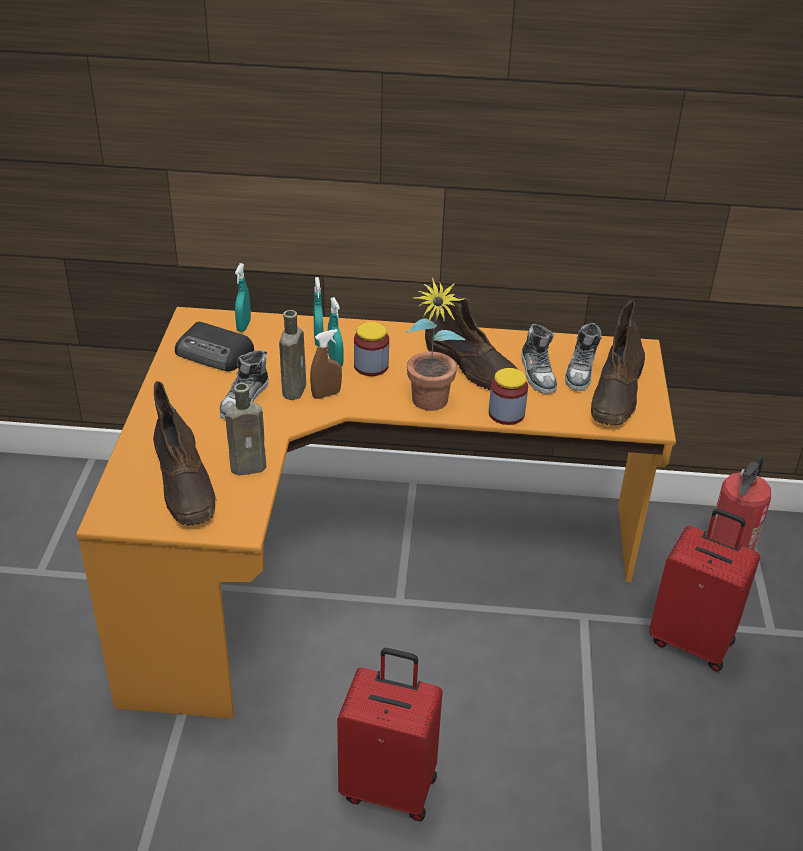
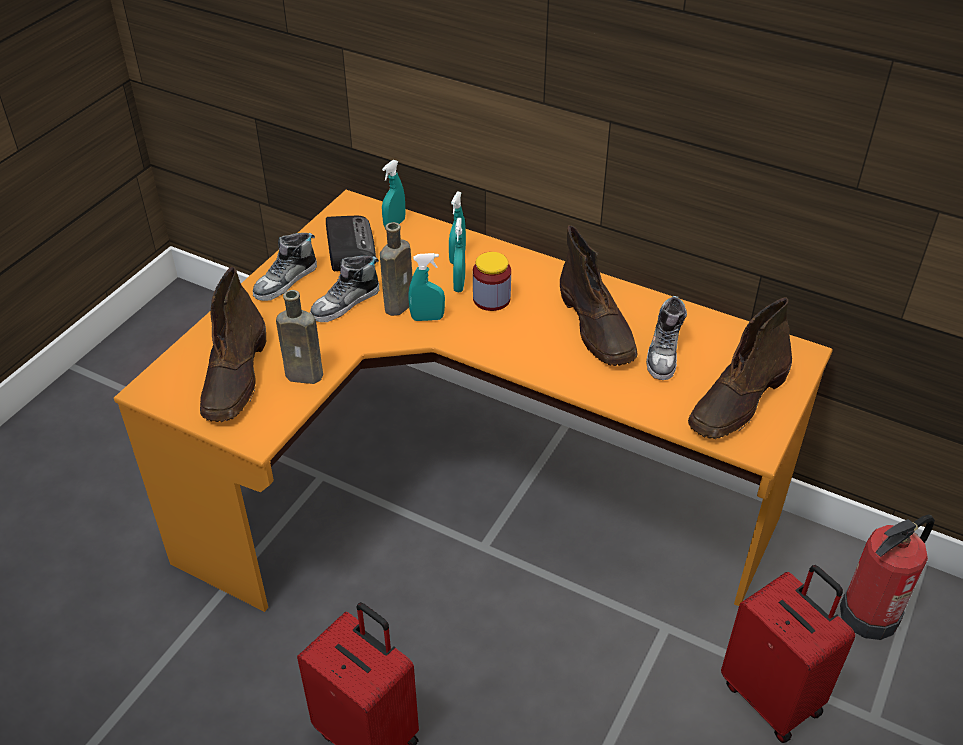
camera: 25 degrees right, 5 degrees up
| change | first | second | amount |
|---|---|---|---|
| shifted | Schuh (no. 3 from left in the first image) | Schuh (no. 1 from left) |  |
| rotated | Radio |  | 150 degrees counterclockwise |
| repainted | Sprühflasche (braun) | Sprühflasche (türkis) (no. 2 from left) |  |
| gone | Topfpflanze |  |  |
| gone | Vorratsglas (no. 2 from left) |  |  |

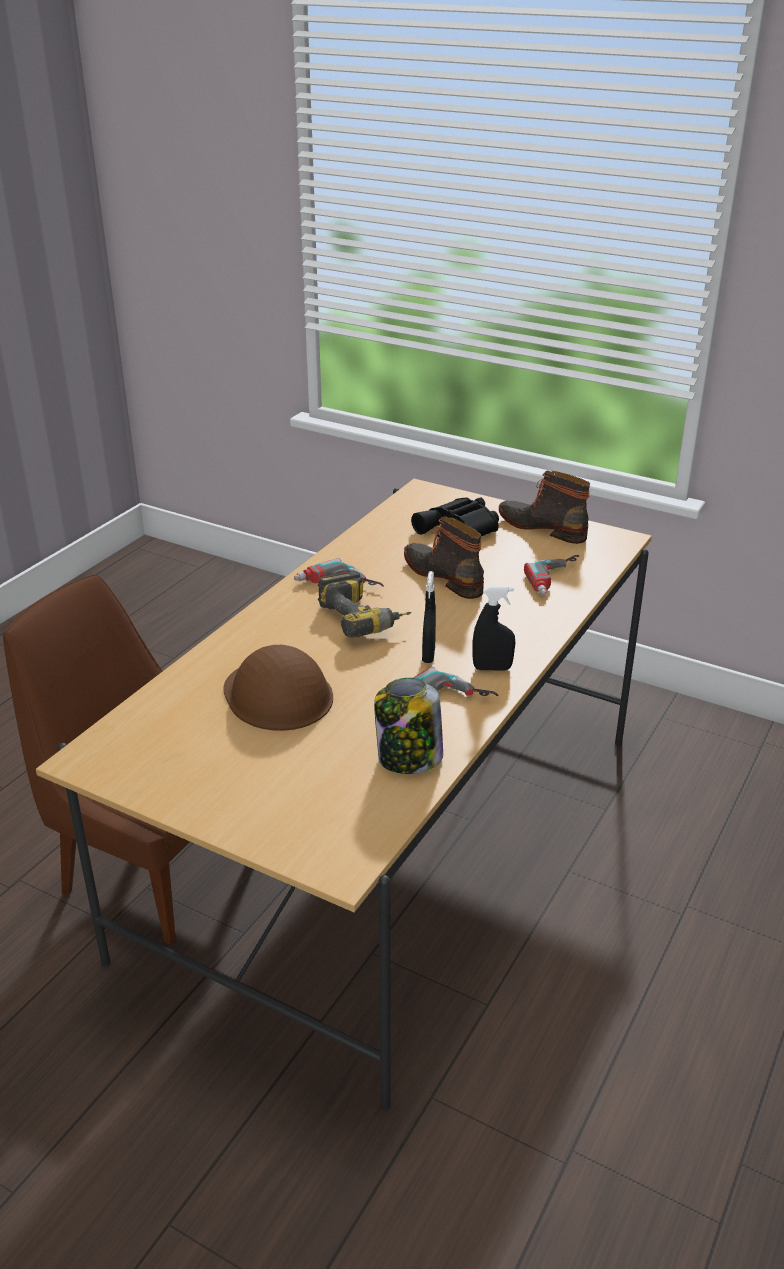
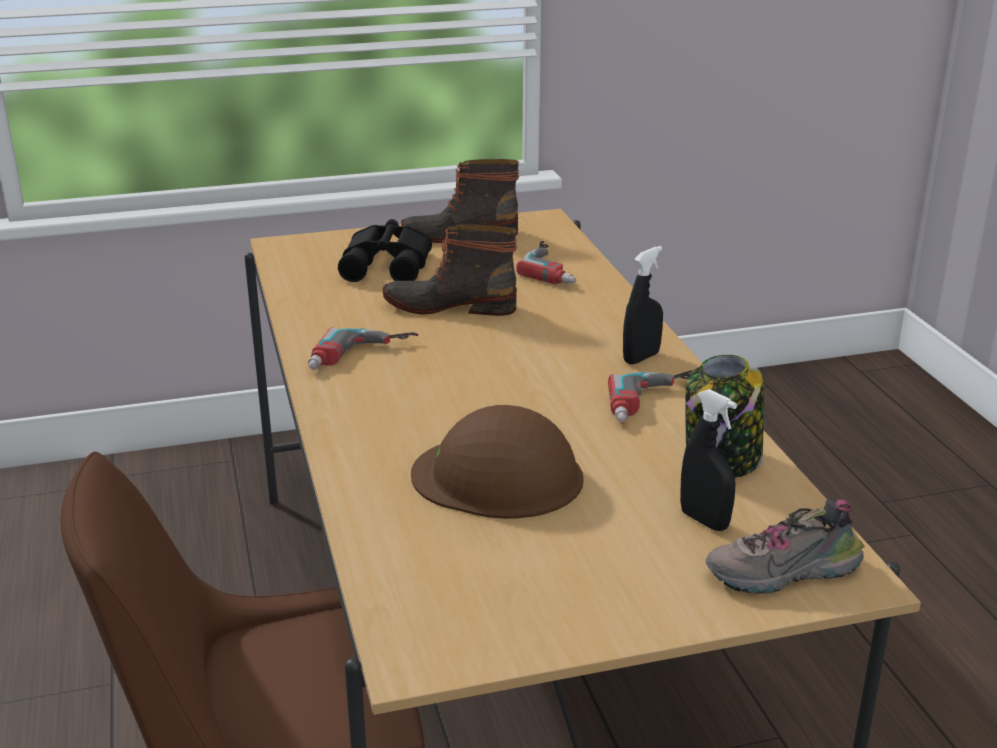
camera: 45 degrees left, 5 degrees down
| change | first | second | amount |
|---|---|---|---|
| shifted | Sprühflasche (schwarz) (no. 1 from left in the first image) | Sprühflasche (schwarz) (no. 2 from left) |  |
| new |  | Schuh |  |
| gone | Bohrmaschine (no. 2 from left) |  |  |

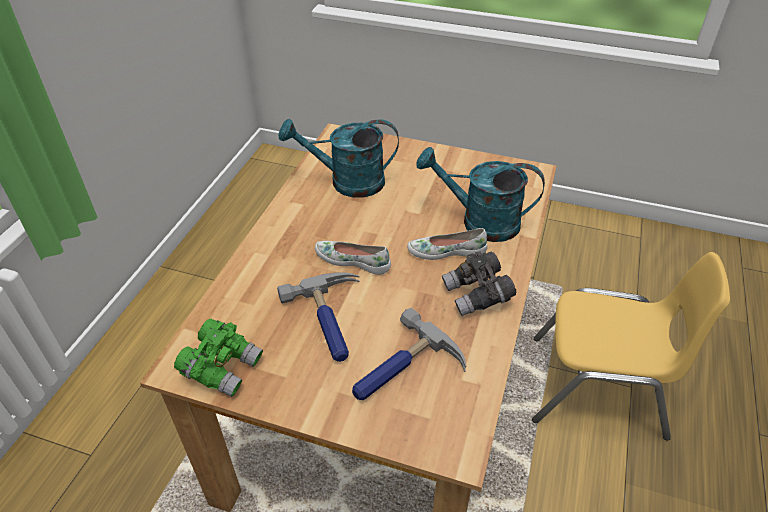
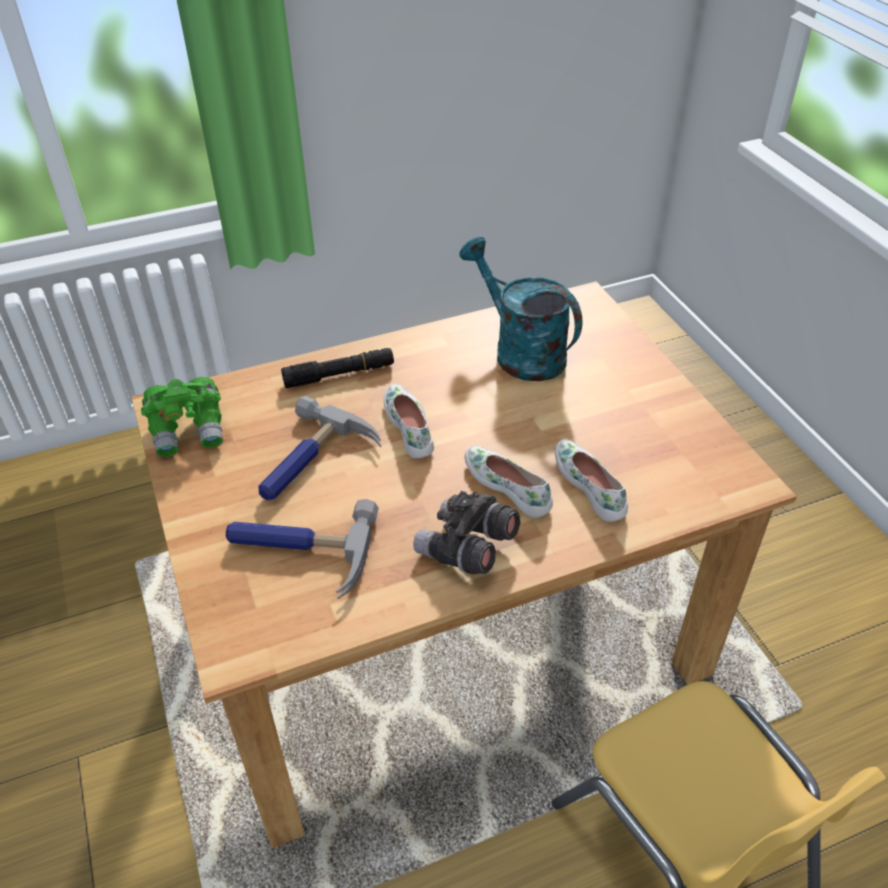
camera: 50 degrees right, 0 degrees up
| change | first | second | amount |
|---|---|---|---|
| new |  | Taschenlampe (schwarz) |  |
| swapped | Gießkanne (türkis) (no. 2 from left) | Schuh (weiß) (no. 3 from left) |  |

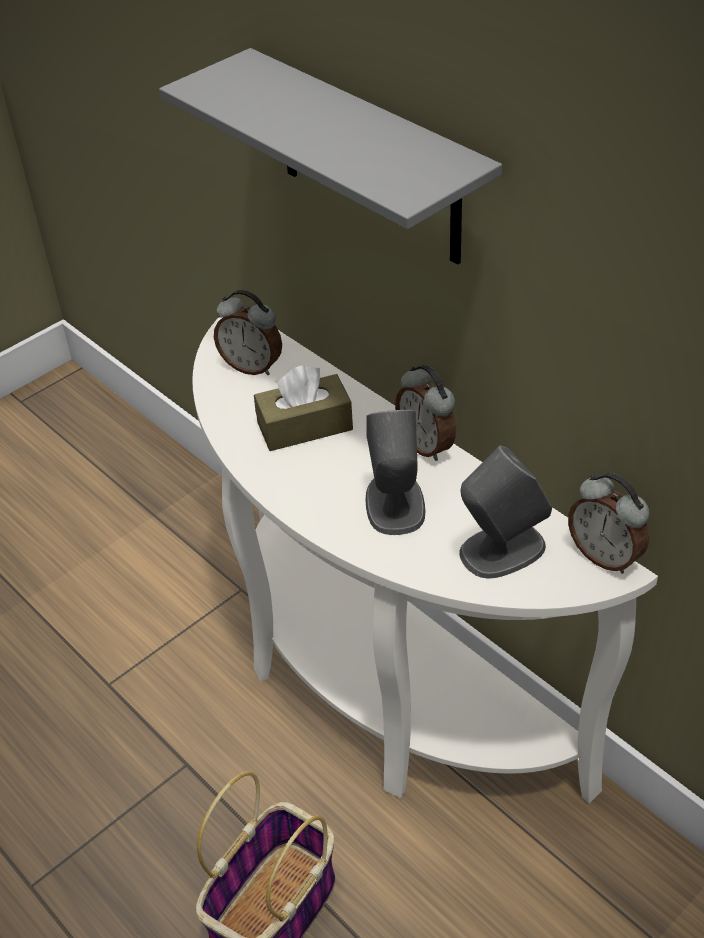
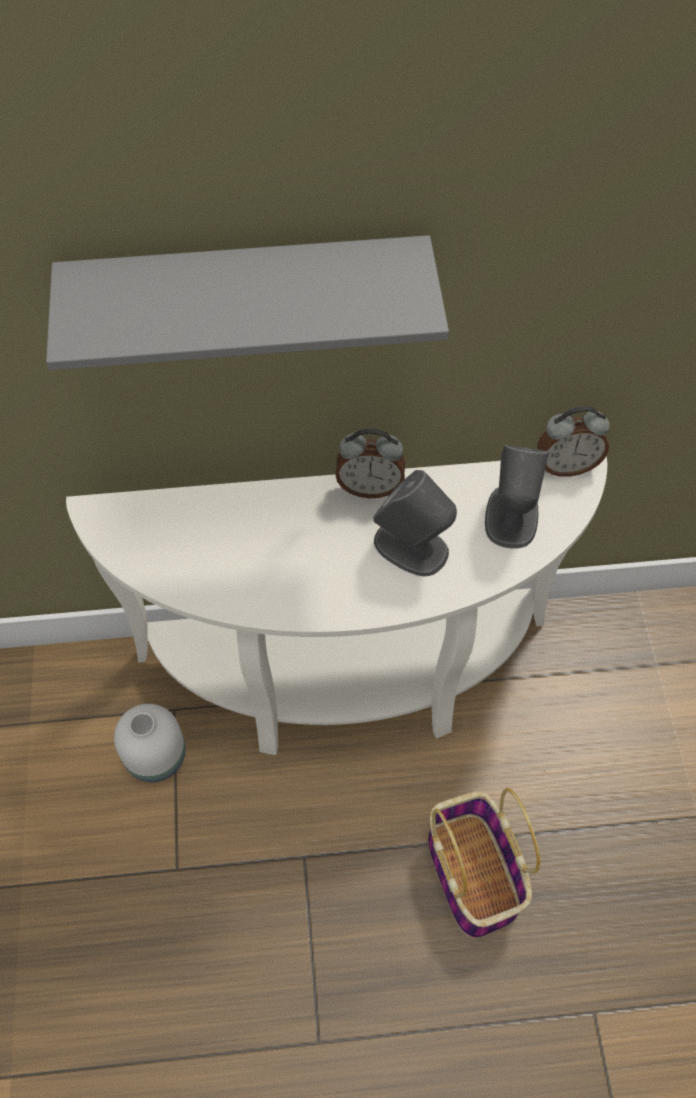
camera: 55 degrees left, 15 degrees up
| change | first | second | amount |
|---|---|---|---|
| new |  | Vase (weiß) |  |
| gone | Wecker (no. 1 from left) |  |  |
| gone | Taschentuchbox (braun) |  |  |

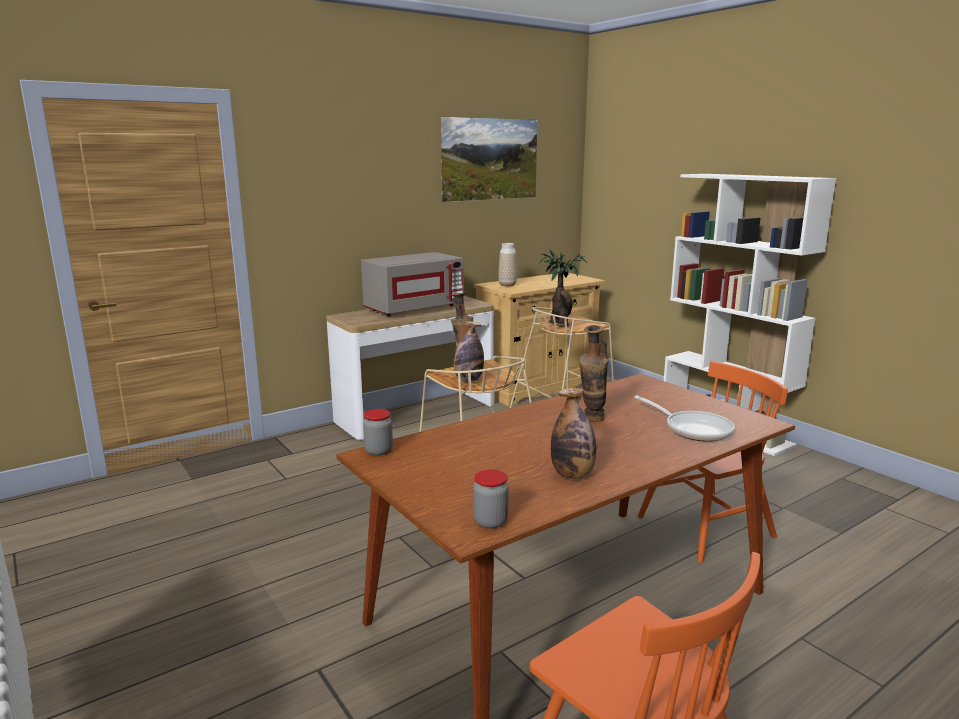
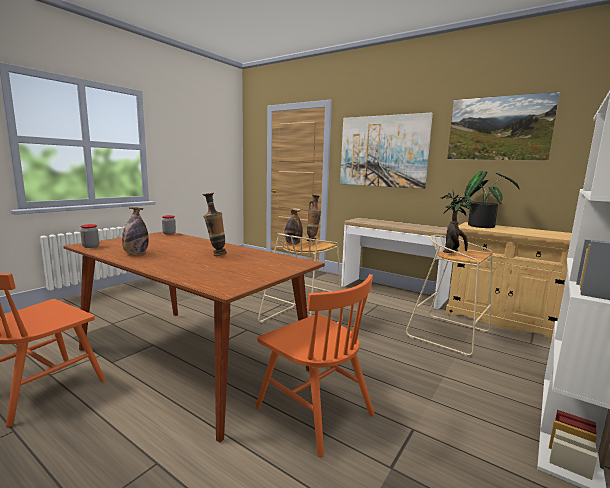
camera: 70 degrees right, 5 degrees down
| change | first | second | amount |
|---|---|---|---|
| new |  | Bild (no. 1 from left) |  |
| swapped | Vase (no. 2 from left) | Topfpflanze (no. 2 from left) |  |
| gone | Mikrowelle (grau) |  |  |
| gone | Pfanne |  |  |

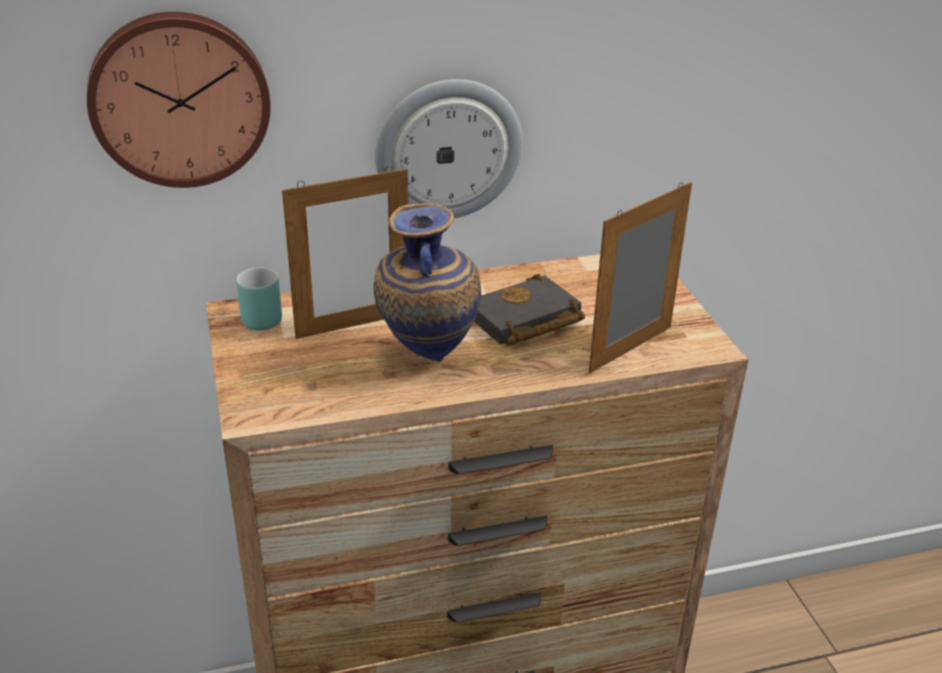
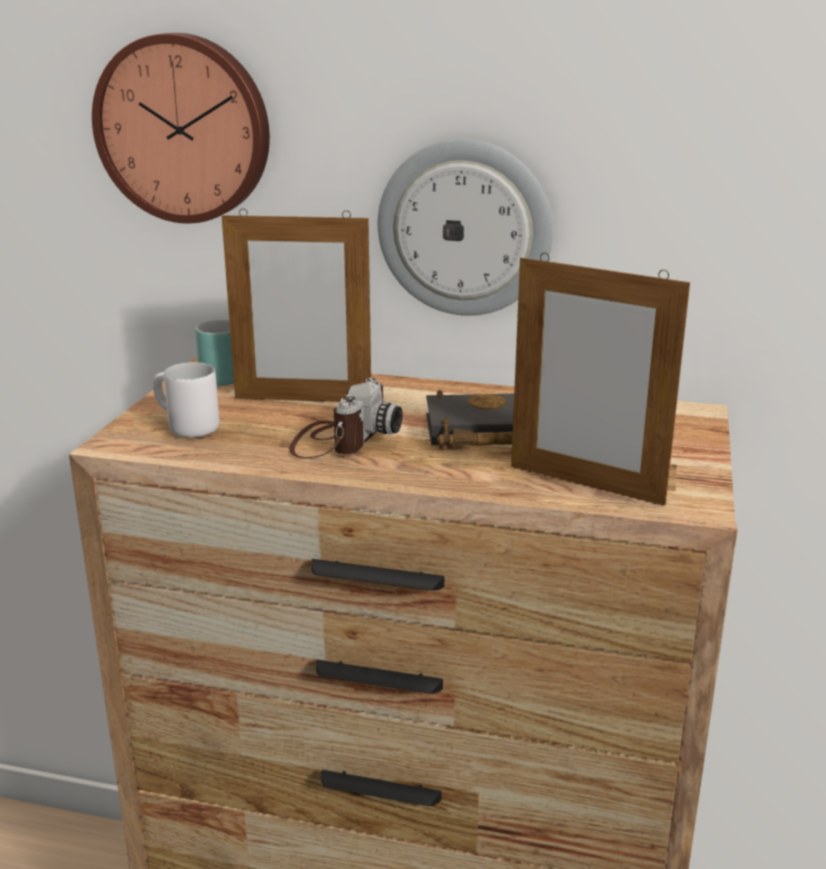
camera: 30 degrees right, 10 degrees down
| change | first | second | amount |
|---|---|---|---|
| new |  | Henkelbecher (weiß) |  |
| swapped | Vase | Kamera |  |
| rotated | Bilderrahmen (no. 2 from left) |  | 135 degrees counterclockwise |

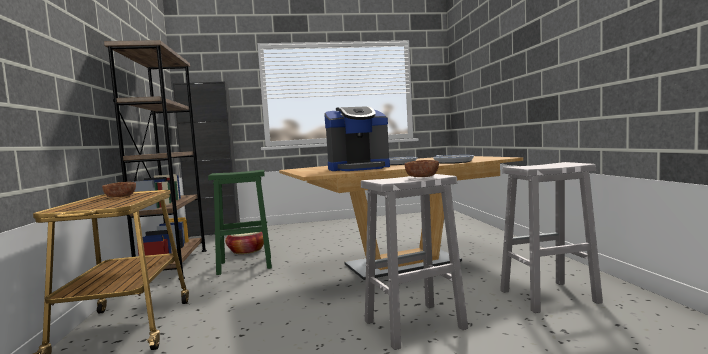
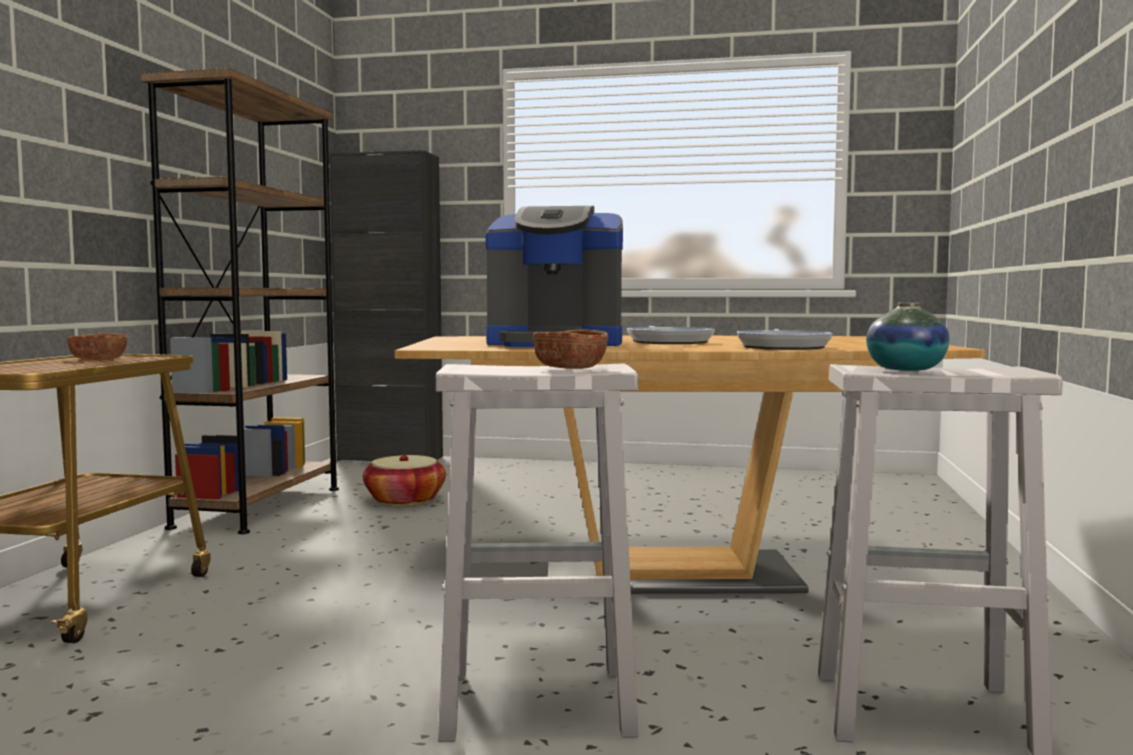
camera: 20 degrees right, 0 degrees up
| change | first | second | amount |
|---|---|---|---|
| new |  | Vase |  |
| gone | Hocker (grün) |  |  |

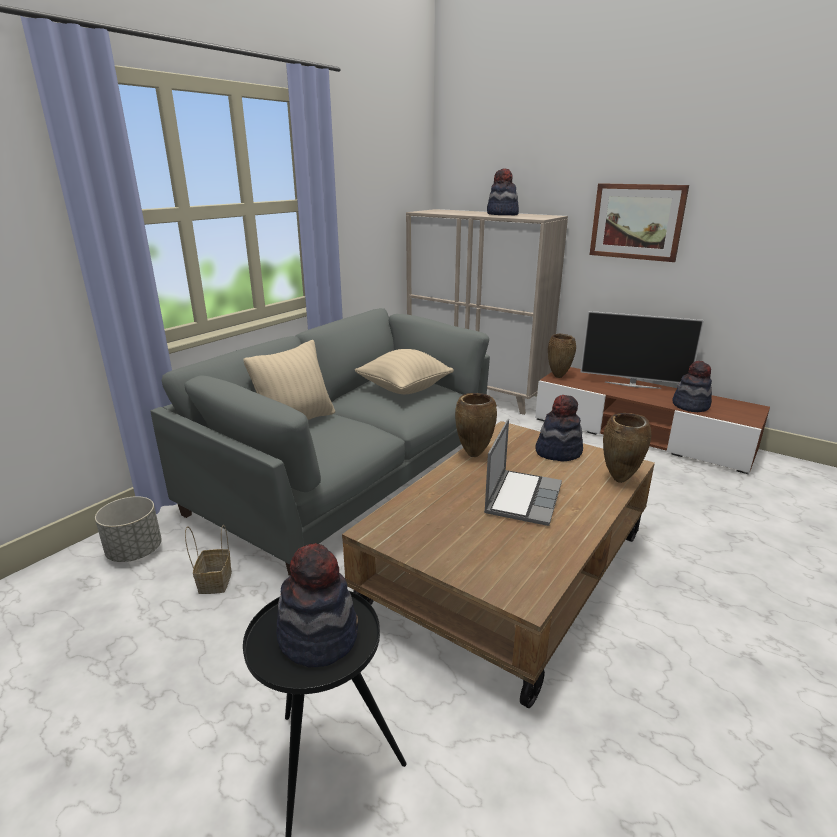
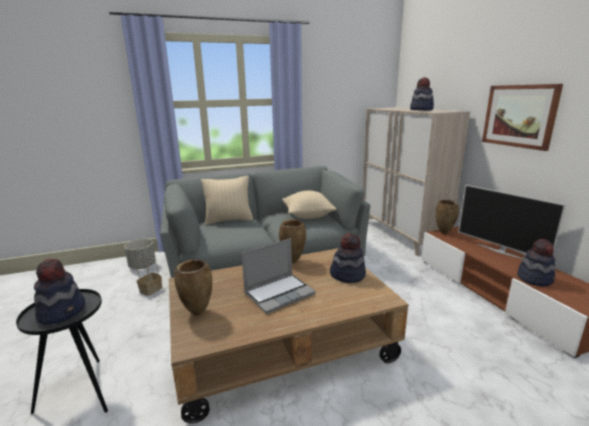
camera: 35 degrees right, 5 degrees down
| change | first | second | amount |
|---|---|---|---|
| shifted | Vase (braun) (no. 3 from left in the first image) | Vase (braun) (no. 1 from left) |  |

